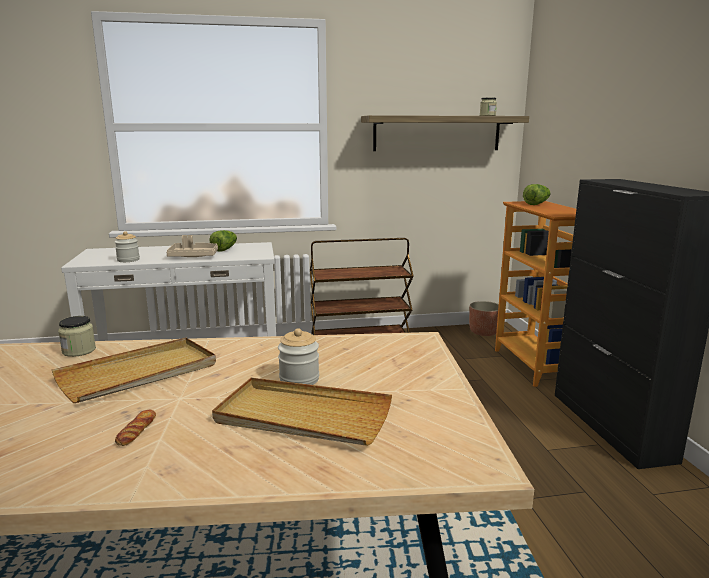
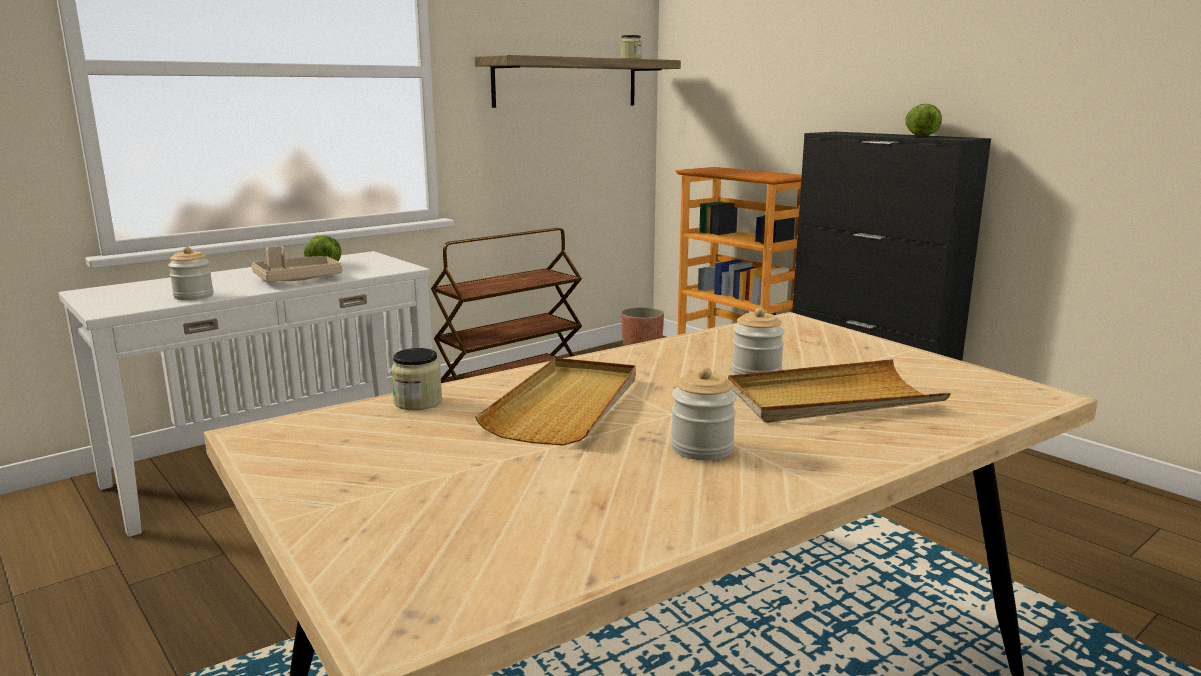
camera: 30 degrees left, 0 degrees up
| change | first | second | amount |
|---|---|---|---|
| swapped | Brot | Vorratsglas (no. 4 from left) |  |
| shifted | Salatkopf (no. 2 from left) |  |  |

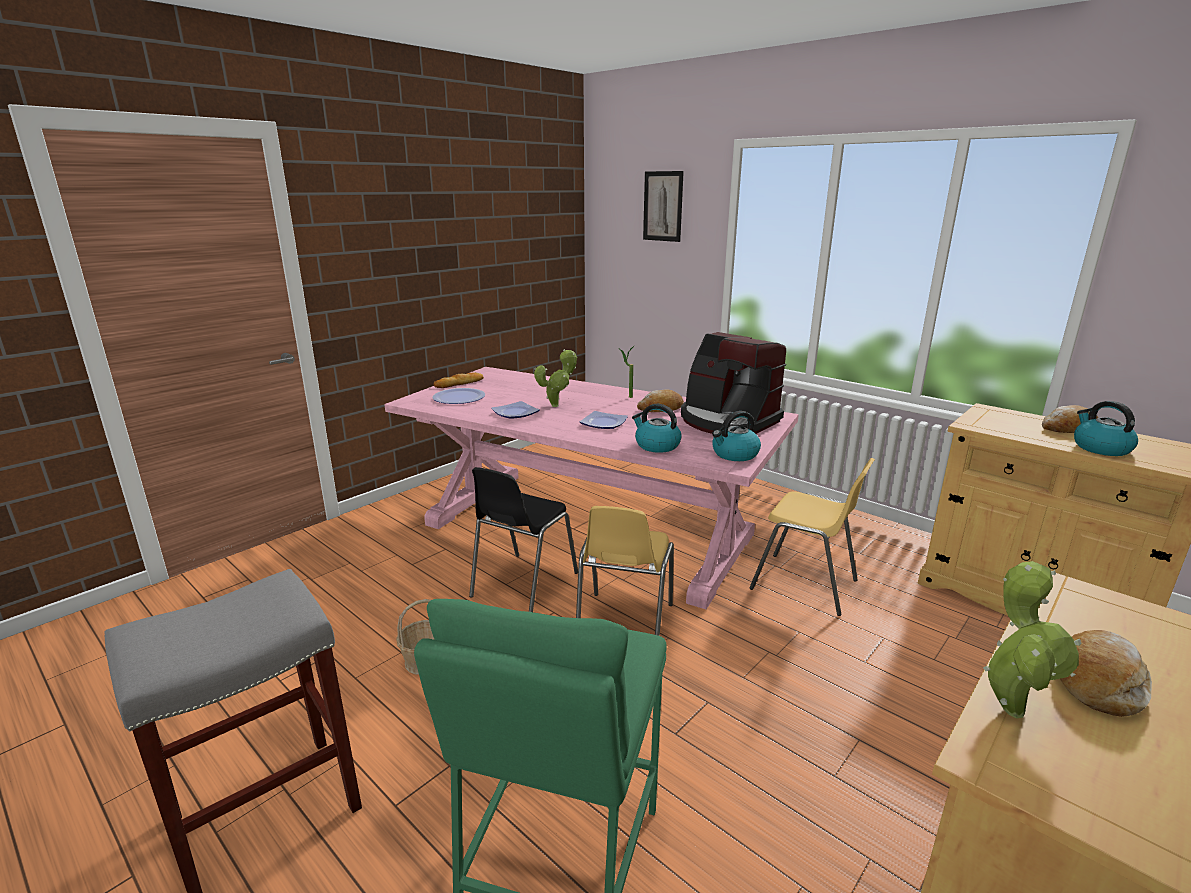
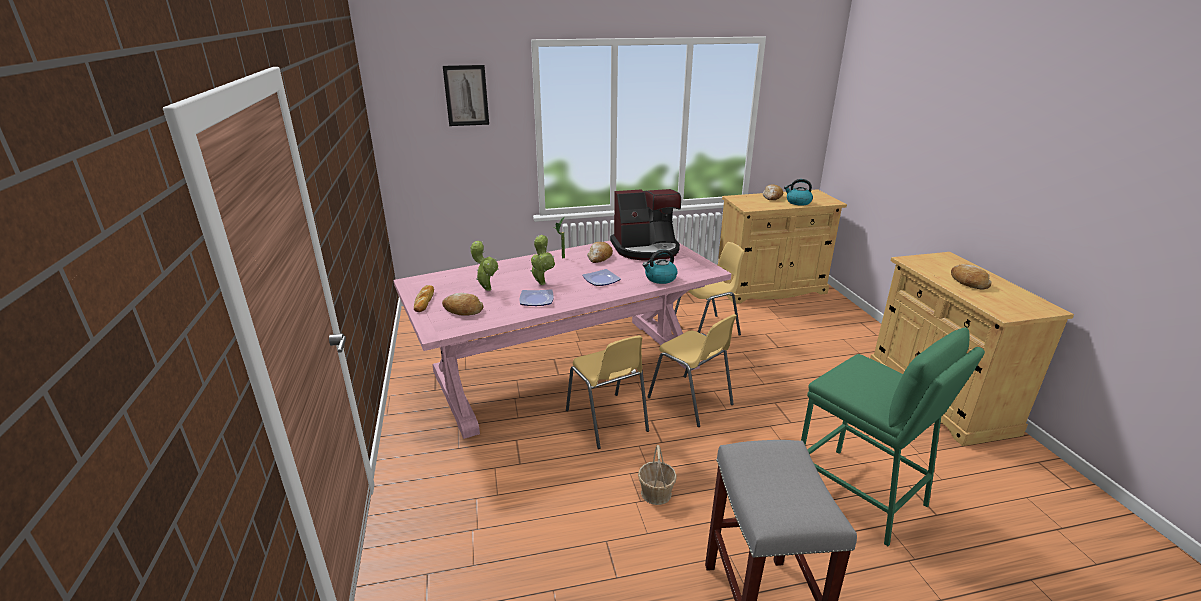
camera: 55 degrees left, 5 degrees up
| change | first | second | amount |
|---|---|---|---|
| swapped | Teller (no. 1 from left) | Brot (no. 2 from left) |  |
| shifted | Topfpflanze (no. 3 from left in the first image) | Topfpflanze (no. 1 from left) |  |
| repainted | Stuhl (schwarz) | Stuhl (gelb) (no. 1 from left) |  |
| gone | Wasserkessel (no. 2 from left) |  |  |

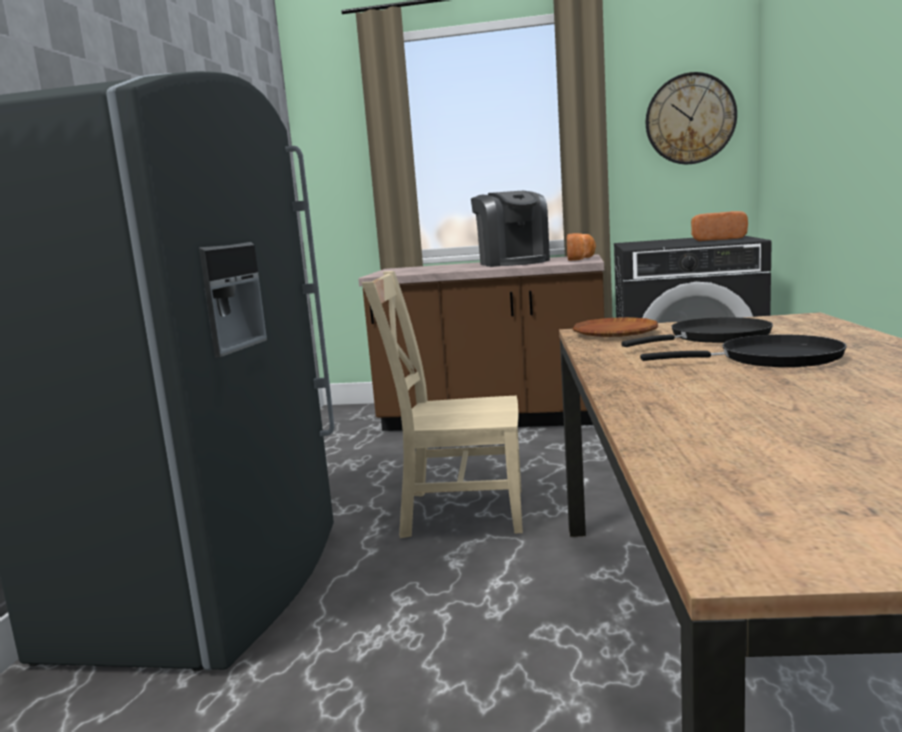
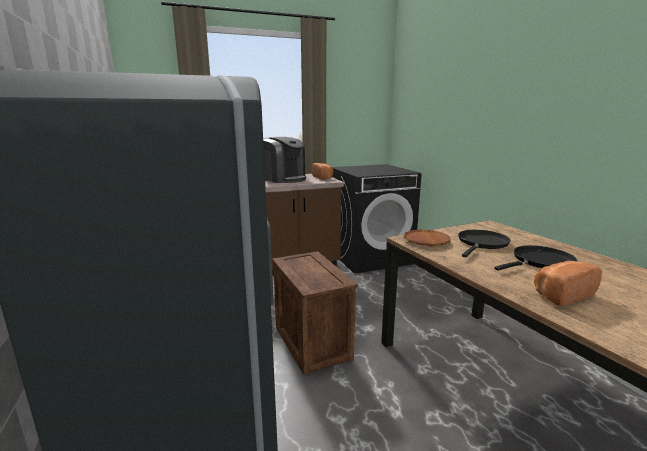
camera: 30 degrees left, 5 degrees up
| change | first | second | amount |
|---|---|---|---|
| swapped | Stuhl (beige) | Kiste |  |
| shifted | Brot (no. 2 from left) |  |  |
| gone | Wanduhr |  |  |

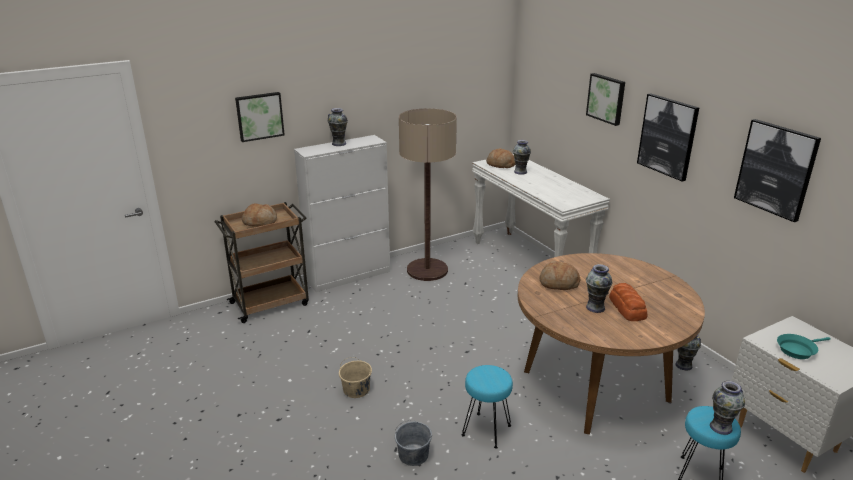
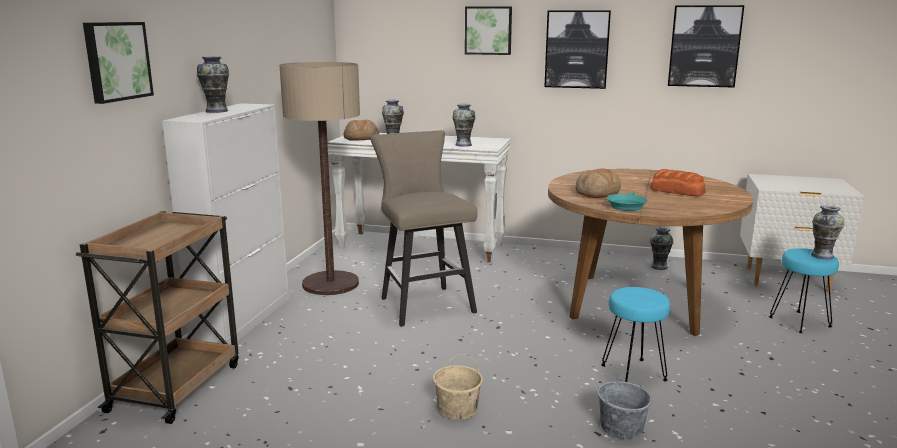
camera: 45 degrees left, 10 degrees down
| change | first | second | amount |
|---|---|---|---|
| new |  | Hocker (beige) |  |
| shifted | Vase (no. 3 from left) |  |  |
| shifted | Pfanne (türkis) |  |  |
| gone | Brot (no. 1 from left) |  |  |

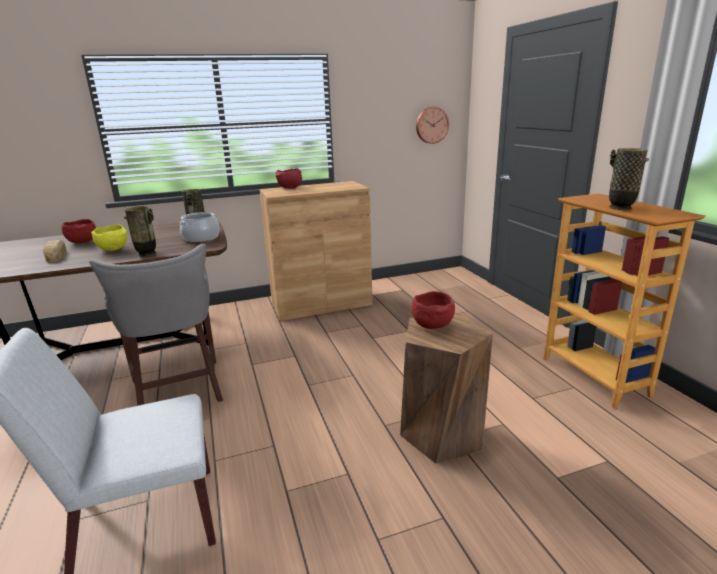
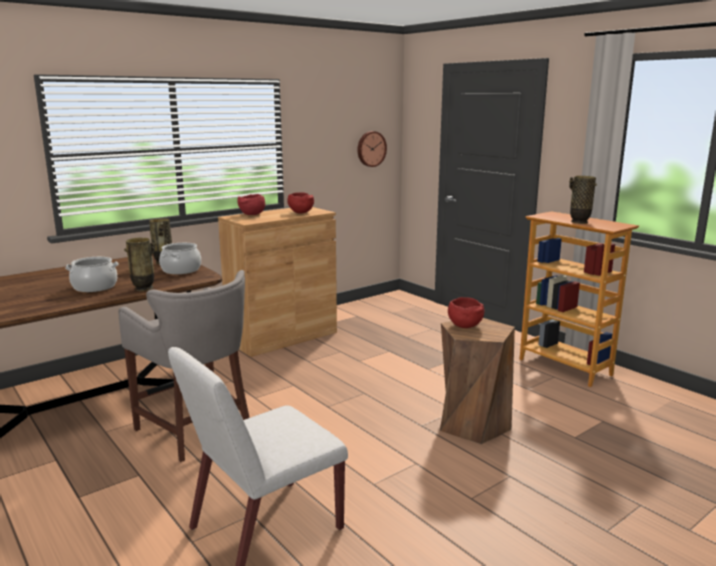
camera: 20 degrees left, 5 degrees down
| change | first | second | amount |
|---|---|---|---|
| swapped | Schüssel (gelb) | Kochtopf (no. 1 from left) |  |
| shifted | Schüssel (rot) (no. 1 from left in the first image) | Schüssel (rot) (no. 2 from left) |  |
| gone | Brot |  |  |

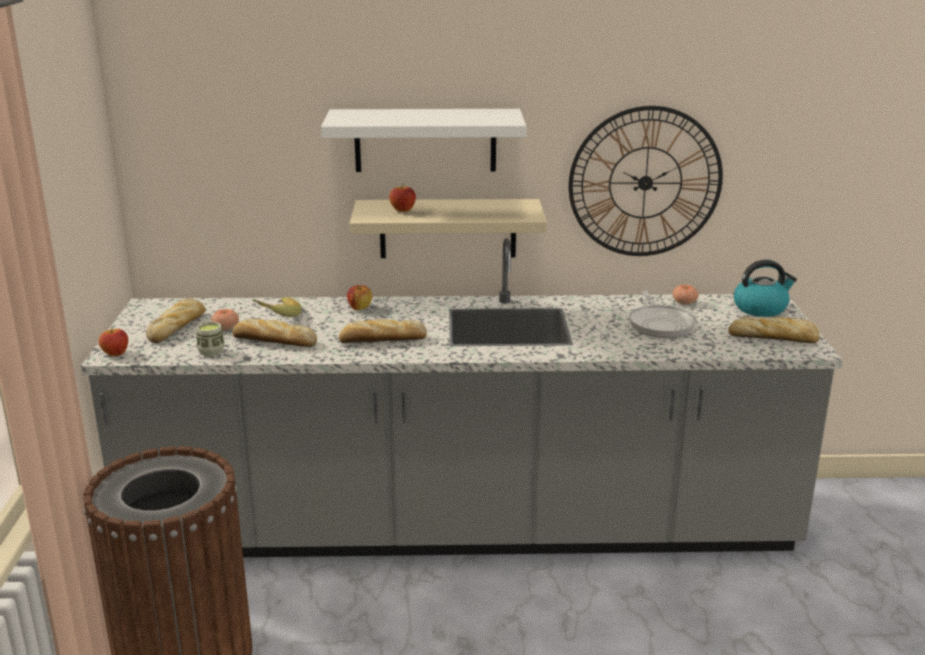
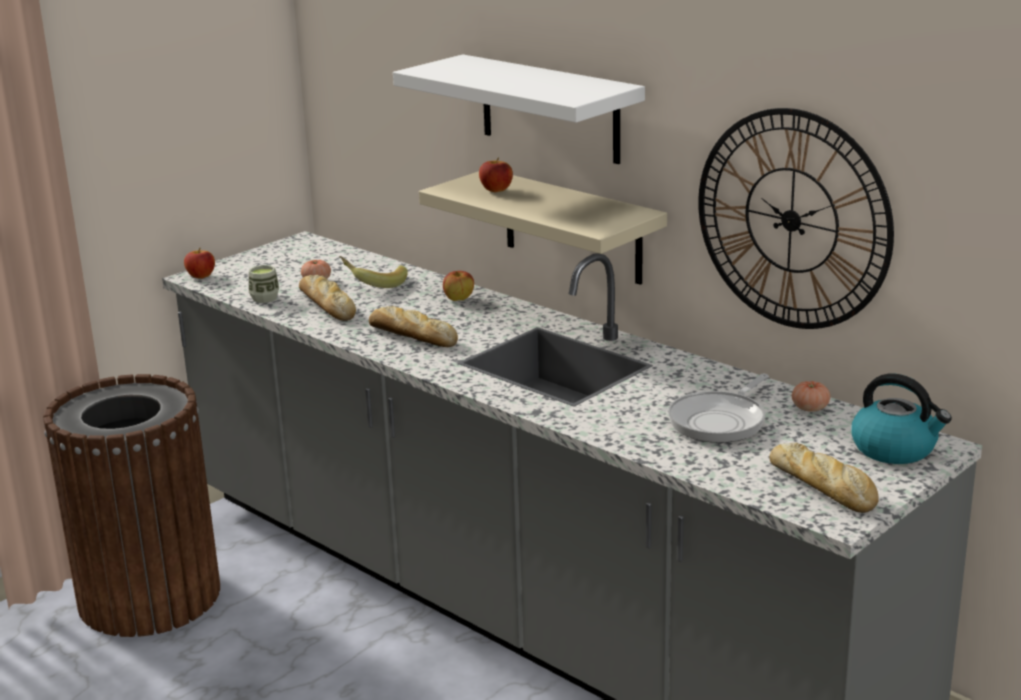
camera: 45 degrees right, 0 degrees up
| change | first | second | amount |
|---|---|---|---|
| gone | Brot (no. 1 from left) |  |  |

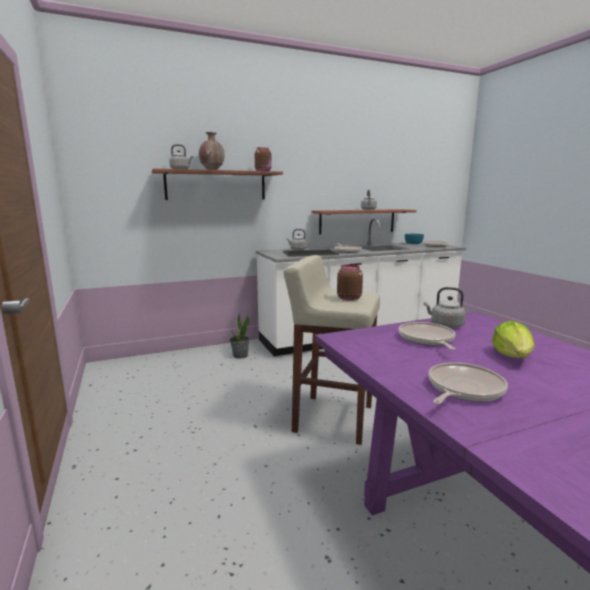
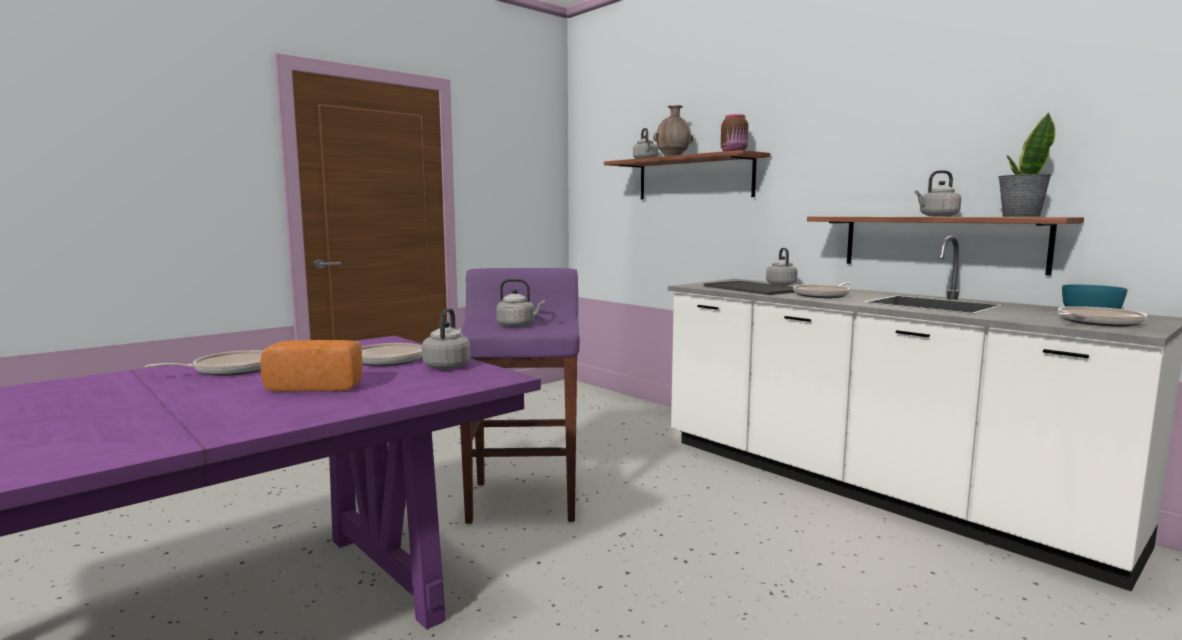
camera: 70 degrees right, 5 degrees down
| change | first | second | amount |
|---|---|---|---|
| rotated | Pfanne (no. 4 from left in the first image) | Pfanne (no. 1 from left) | 60 degrees counterclockwise |
| swapped | Salatkopf | Brot |  |
| repainted | Hocker (beige) | Hocker (lila) |  |
| swapped | Vorratsglas (braun) (no. 2 from left) | Wasserkessel (grau) (no. 2 from left) |  |
| shifted | Topfpflanze |  |  |

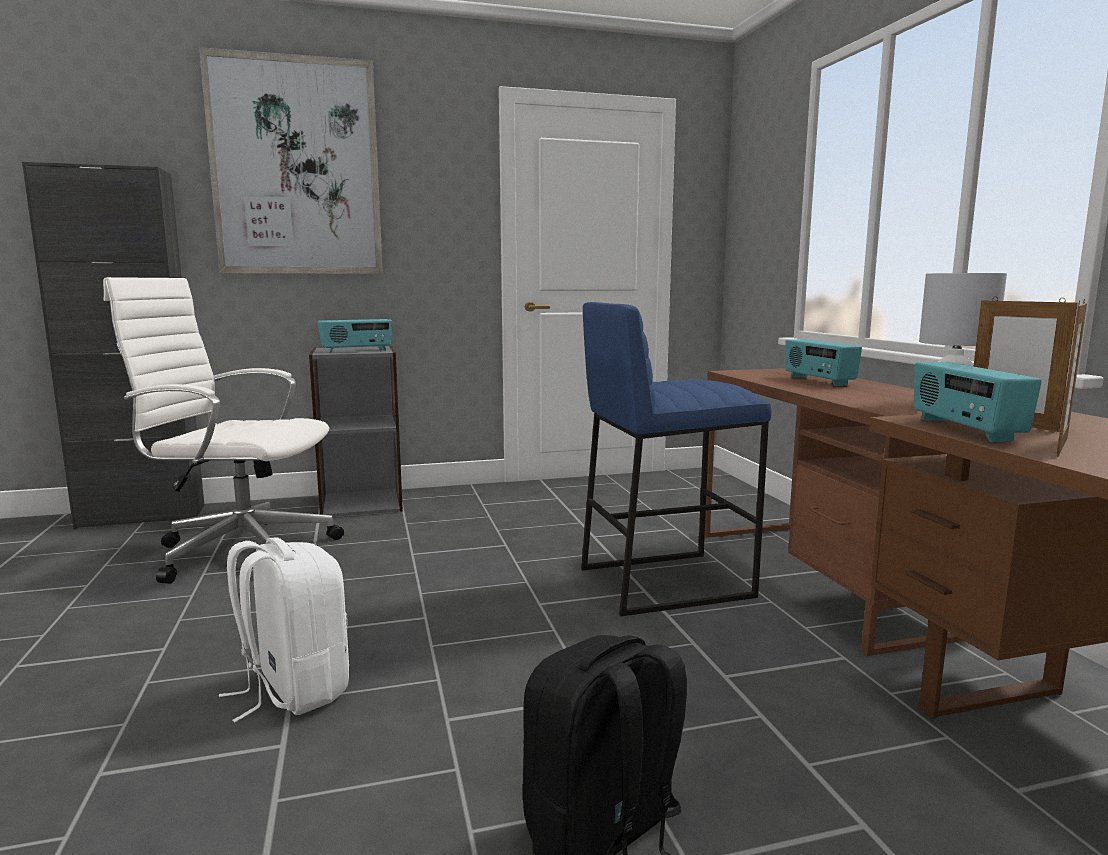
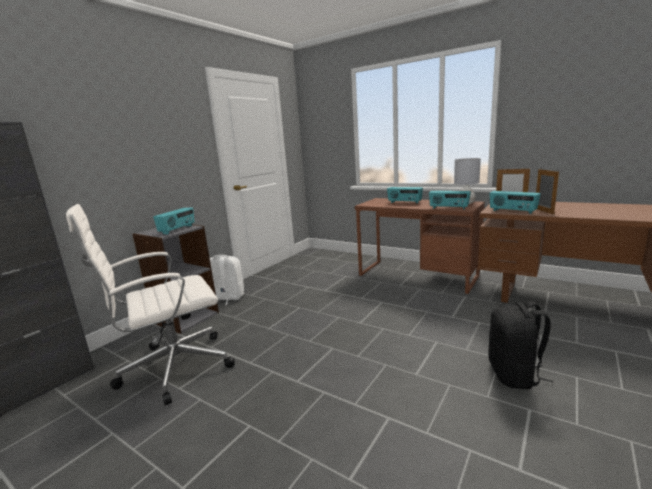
camera: 40 degrees left, 5 degrees up
| change | first | second | amount |
|---|---|---|---|
| shifted | Rucksack (weiß) |  |  |
| new |  | Radio (no. 3 from left) |  |
| gone | Bild |  |  |
| gone | Hocker (blau) |  |  |

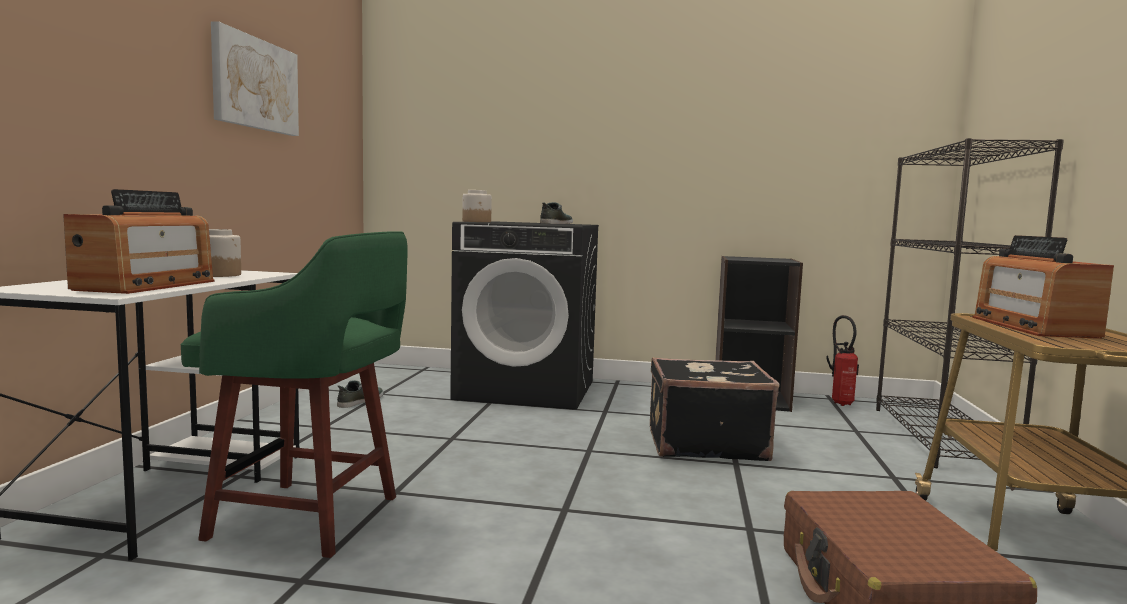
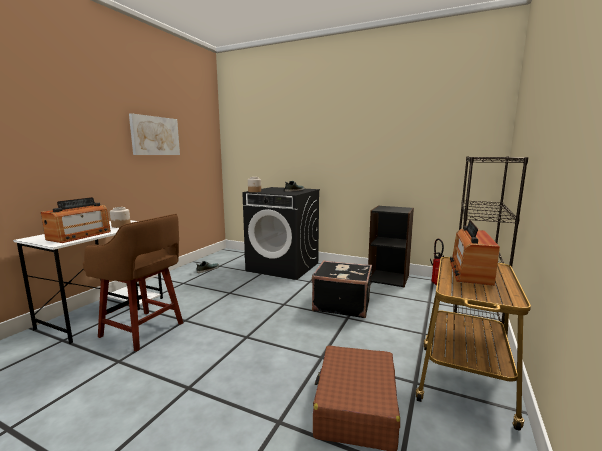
camera: 15 degrees right, 5 degrees up
| change | first | second | amount |
|---|---|---|---|
| repainted | Hocker (grün) | Hocker (braun) |  |

